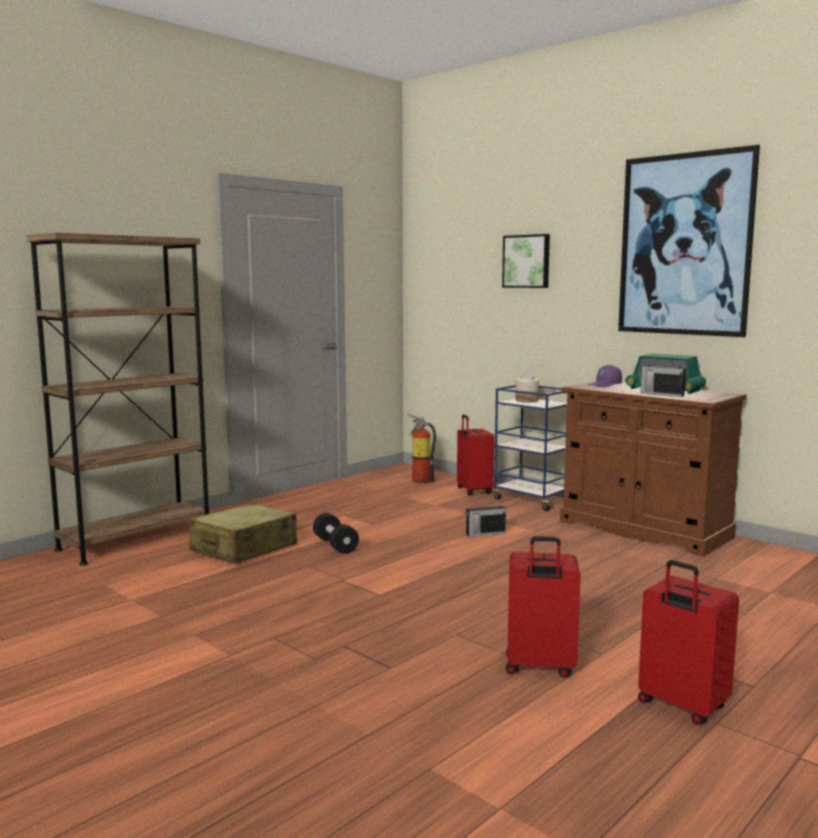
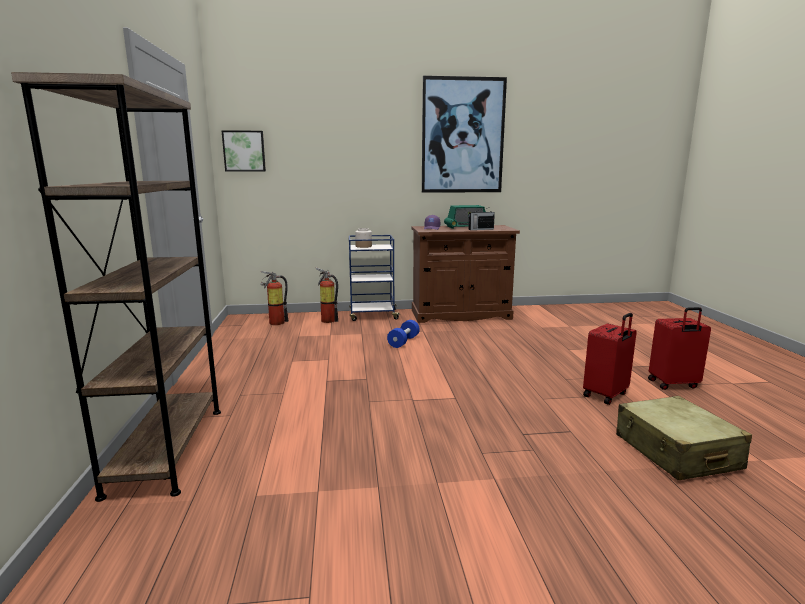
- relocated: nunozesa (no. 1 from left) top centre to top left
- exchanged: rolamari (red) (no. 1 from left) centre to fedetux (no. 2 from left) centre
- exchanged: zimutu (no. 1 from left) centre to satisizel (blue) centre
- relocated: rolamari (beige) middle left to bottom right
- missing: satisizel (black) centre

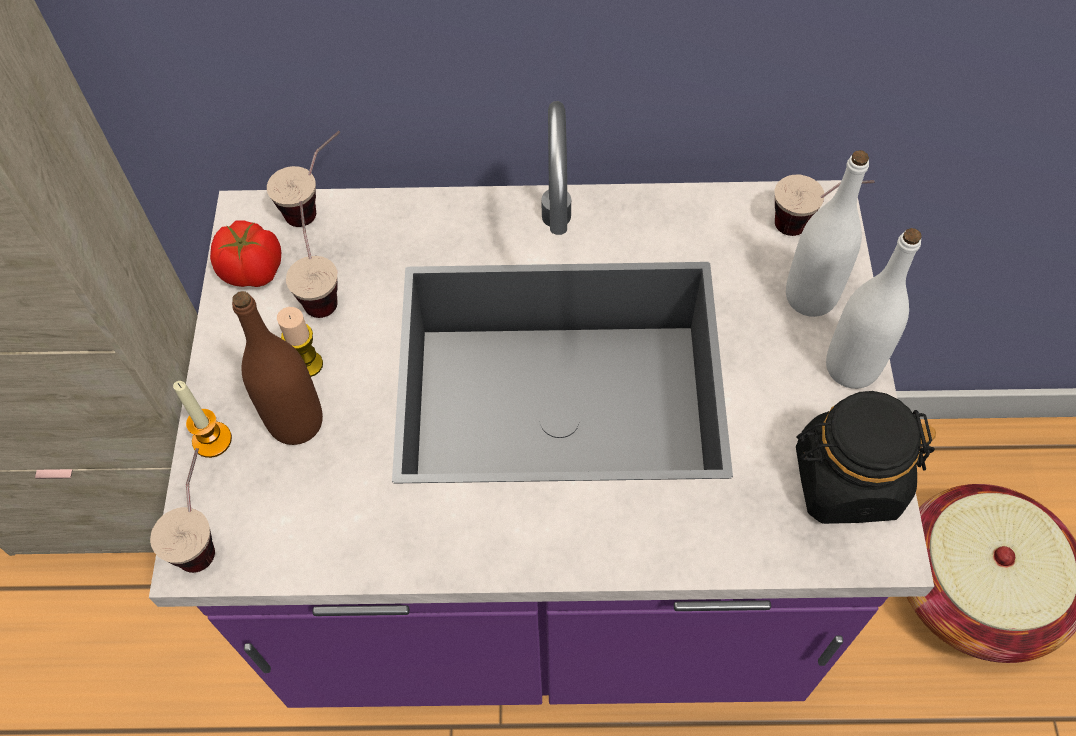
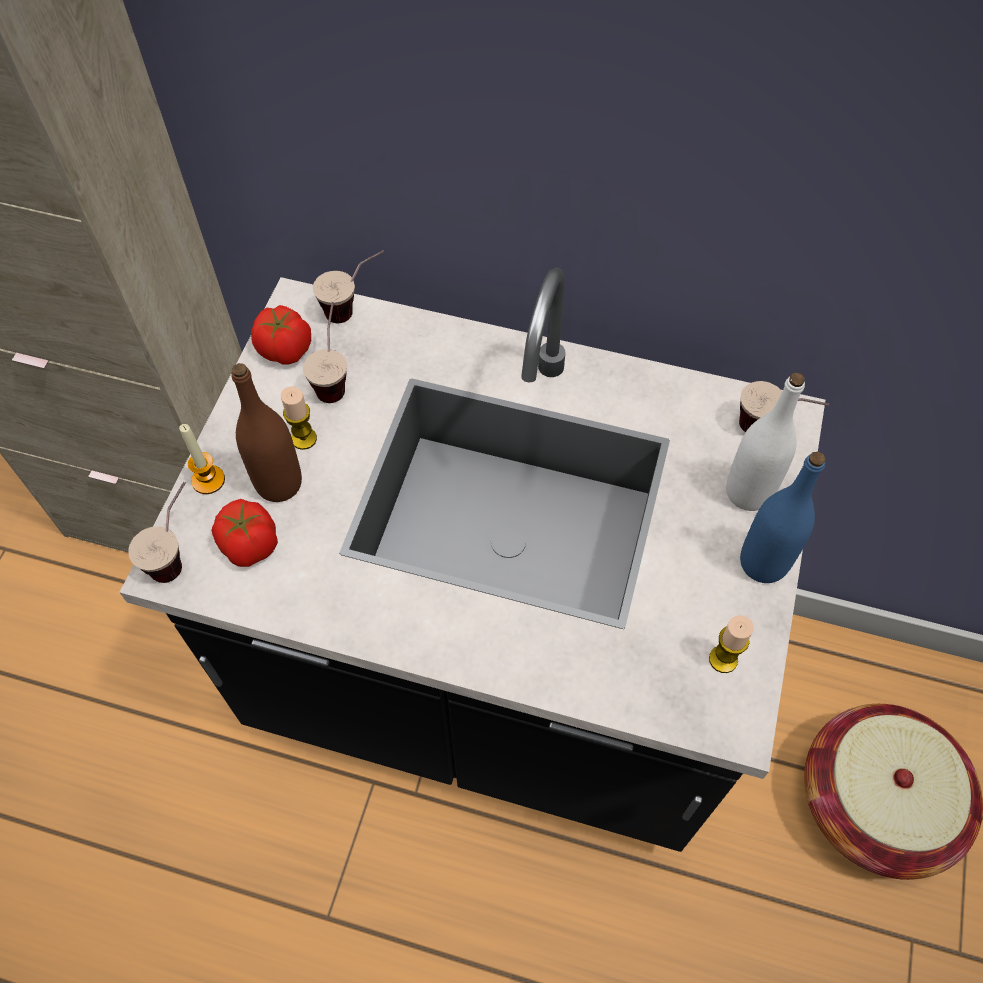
- colour: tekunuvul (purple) centre to tekunuvul (black) centre
- appeared: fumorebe (no. 1 from left) middle left
- exchanged: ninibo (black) middle right to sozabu (no. 3 from left) middle right
- colour: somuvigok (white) (no. 2 from left) middle right to somuvigok (blue) middle right

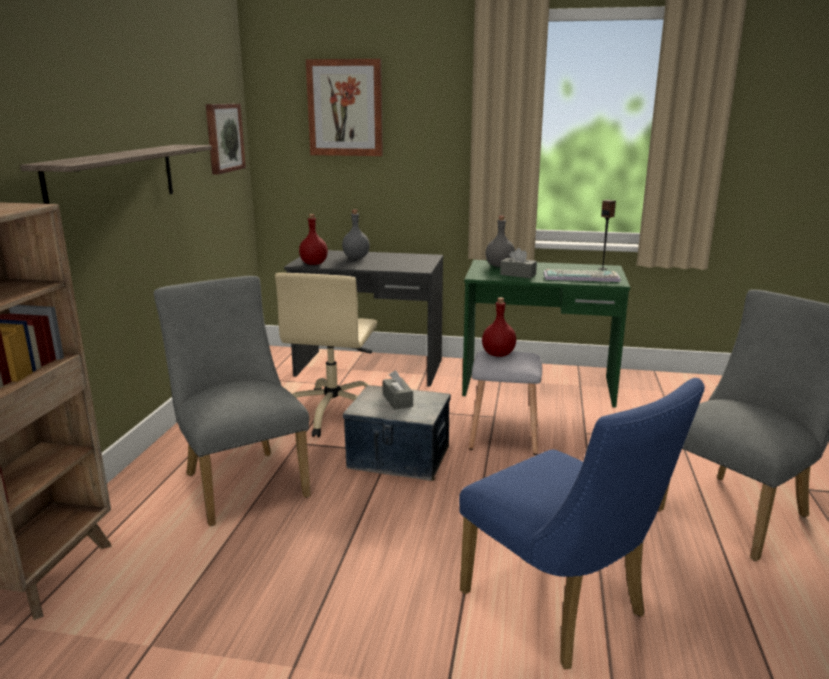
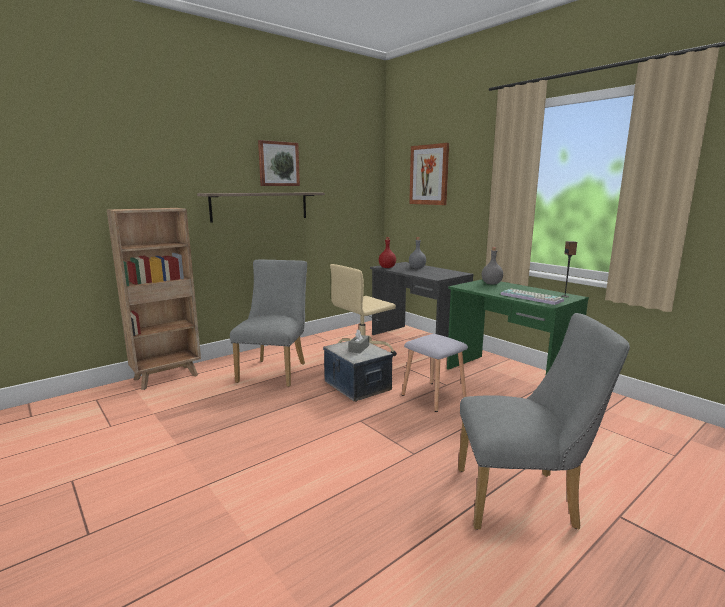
- relocated: nunozesa (no. 1 from left) top left to top centre
- missing: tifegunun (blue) bottom right
- missing: somuvigok (red) (no. 2 from left) centre
- missing: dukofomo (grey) (no. 2 from left) centre

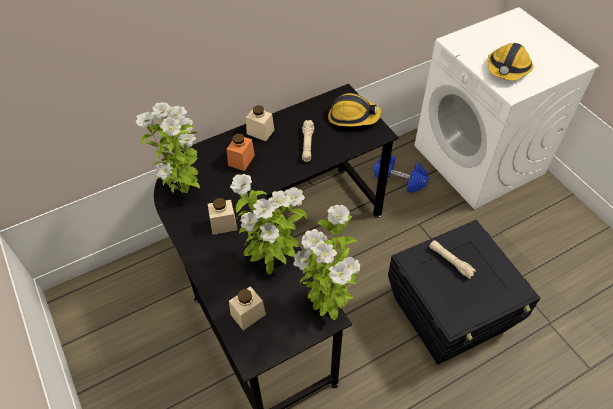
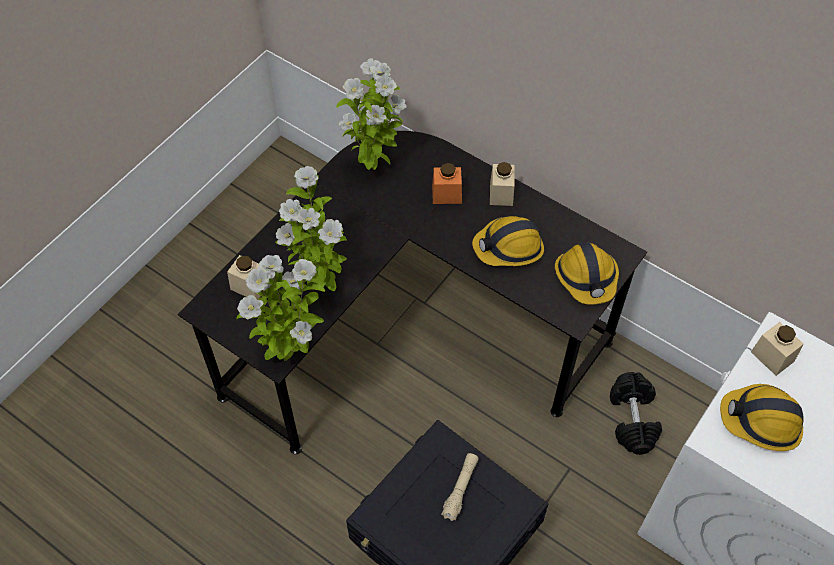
- exchanged: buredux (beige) (no. 1 from left) centre to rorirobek (no. 1 from left) centre
- colour: satisizel (blue) centre to satisizel (black) bottom right
- relocated: ninibo (beige) (no. 1 from left in the first image) centre to ninibo (beige) (no. 3 from left) middle right

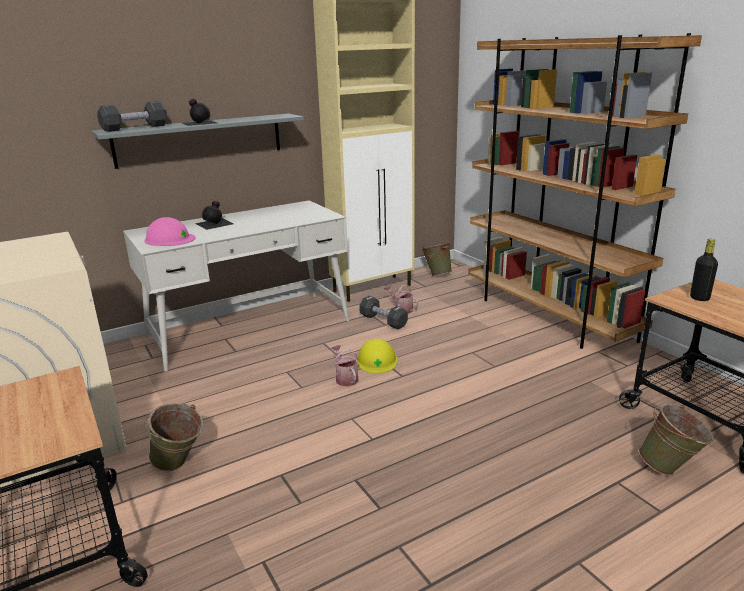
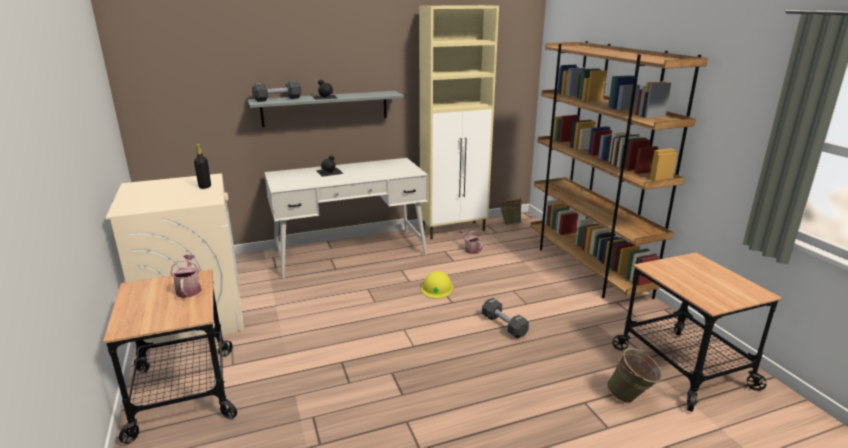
- relocated: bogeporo (no. 1 from left) centre to middle left
- relocated: somuvigok (black) (no. 3 from left in the first image) middle right to somuvigok (black) (no. 1 from left) middle left
- relocated: satisizel (black) (no. 2 from left) centre to bottom centre
- missing: rorirobek (pink) middle left
- missing: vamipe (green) (no. 1 from left) bottom left

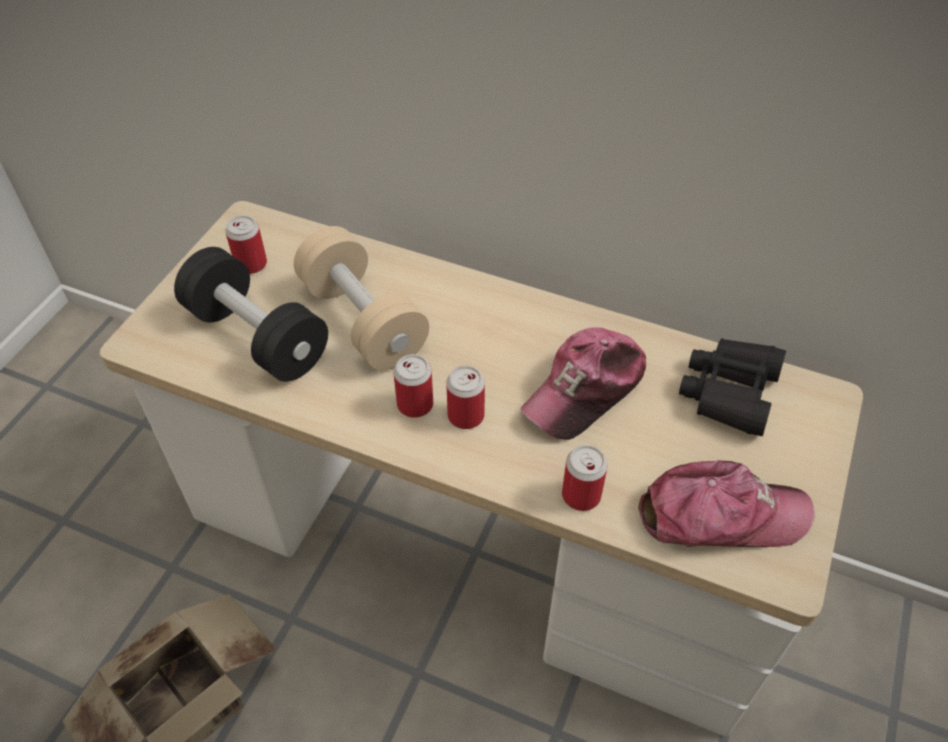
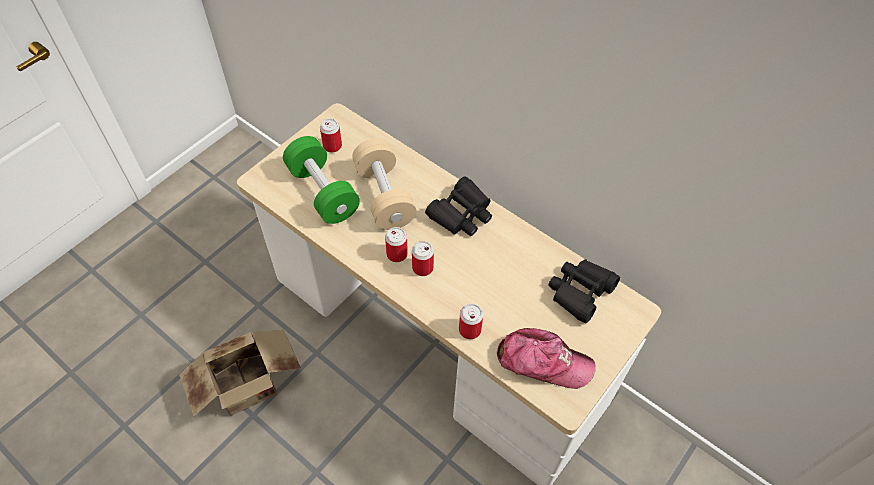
- colour: satisizel (black) middle left to satisizel (green) centre
- appeared: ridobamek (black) (no. 1 from left) centre
- missing: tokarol (no. 1 from left) centre

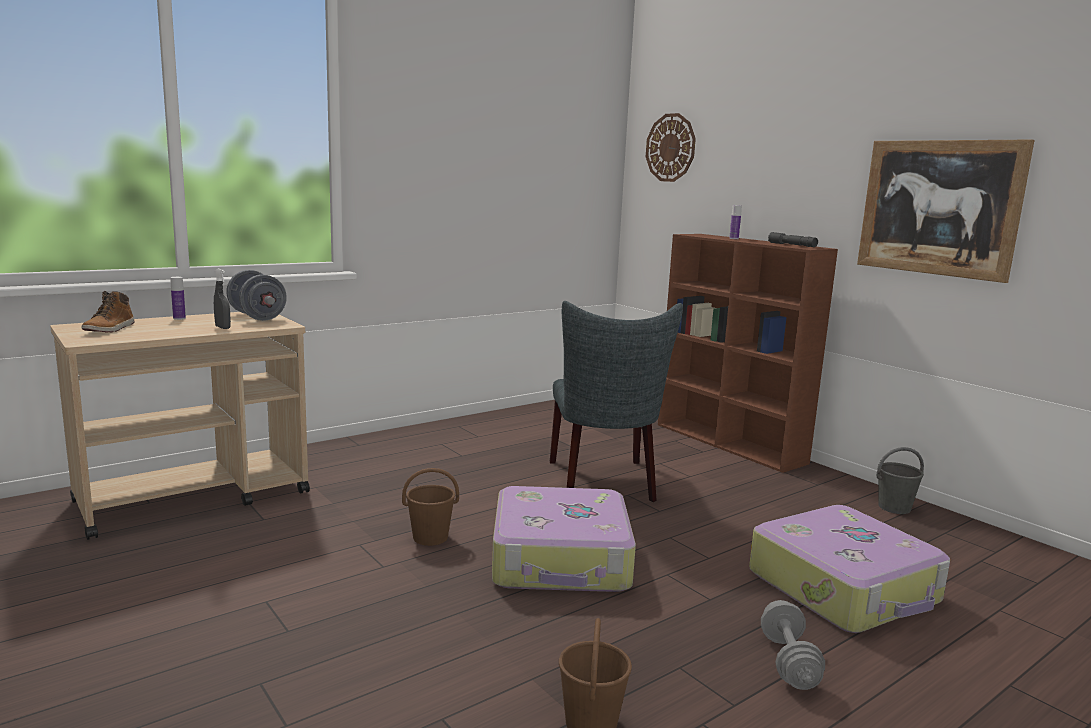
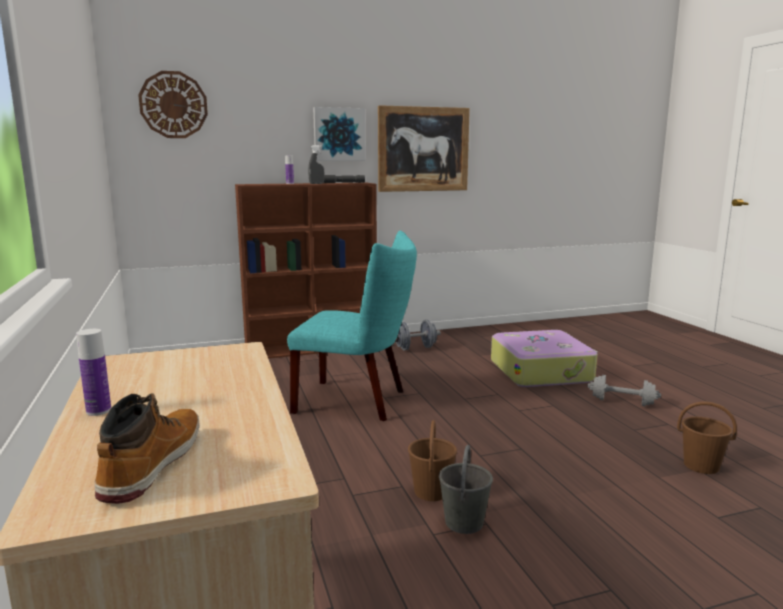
- spun: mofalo middle left = bottom left 105 degrees counterclockwise
- colour: tifegunun (grey) centre to tifegunun (turquoise) centre
- relocated: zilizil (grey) middle left to top centre
- appeared: nunozesa (no. 1 from left) top centre
- relocated: satisizel (grey) (no. 1 from left) middle left to centre
- relocated: vamipe (grey) middle right to bottom centre
- missing: rolamari (no. 1 from left) bottom centre

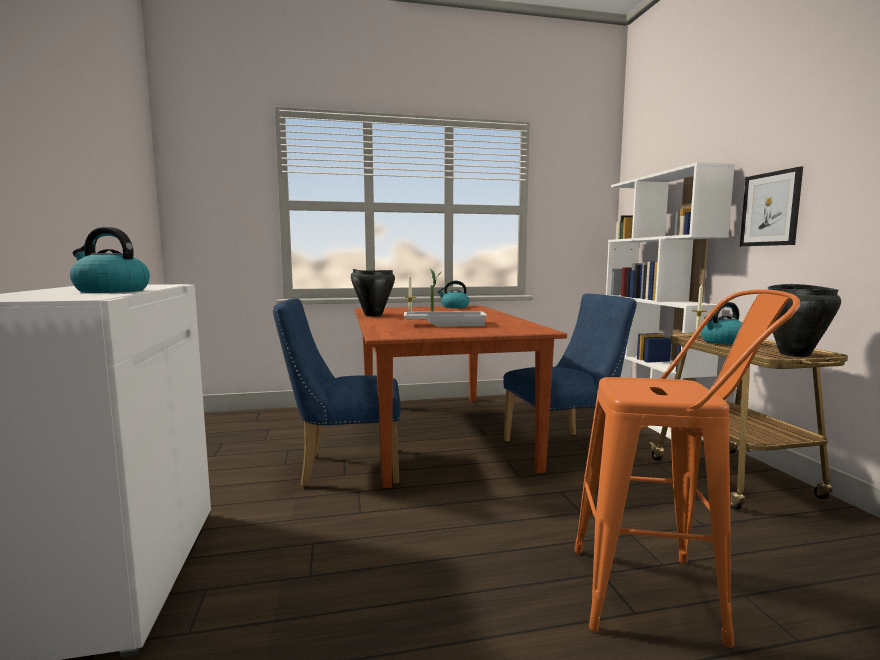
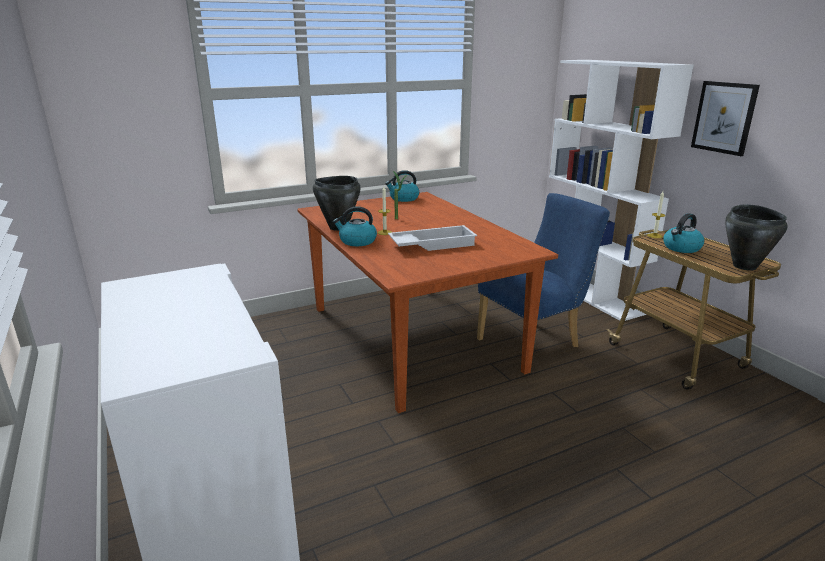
- relocated: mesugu (no. 1 from left) middle left to centre
- missing: tifegunun (blue) (no. 1 from left) centre
- missing: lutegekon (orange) bottom right

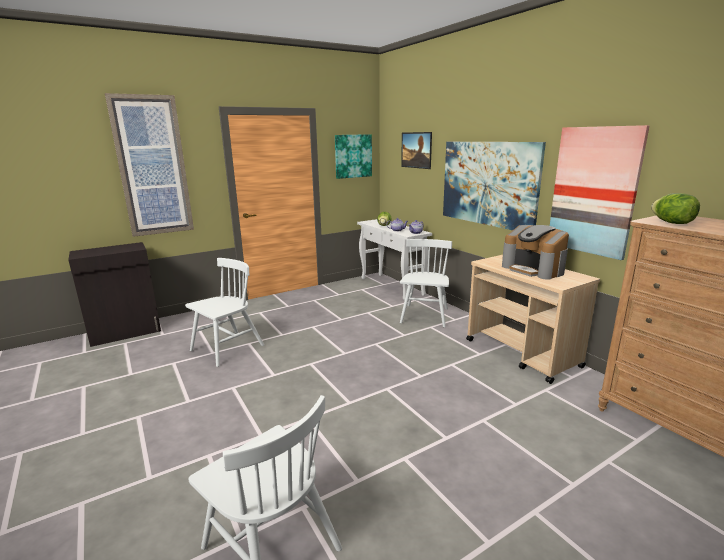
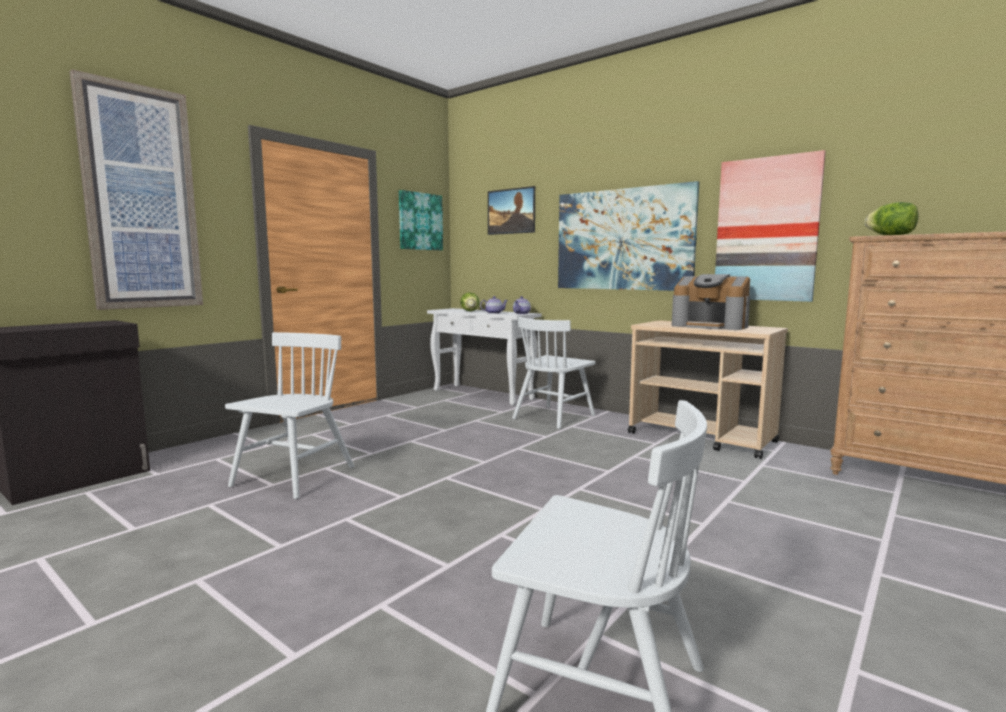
- spun: tifegunun (white) (no. 3 from left in the first image) centre = centre 135 degrees counterclockwise

